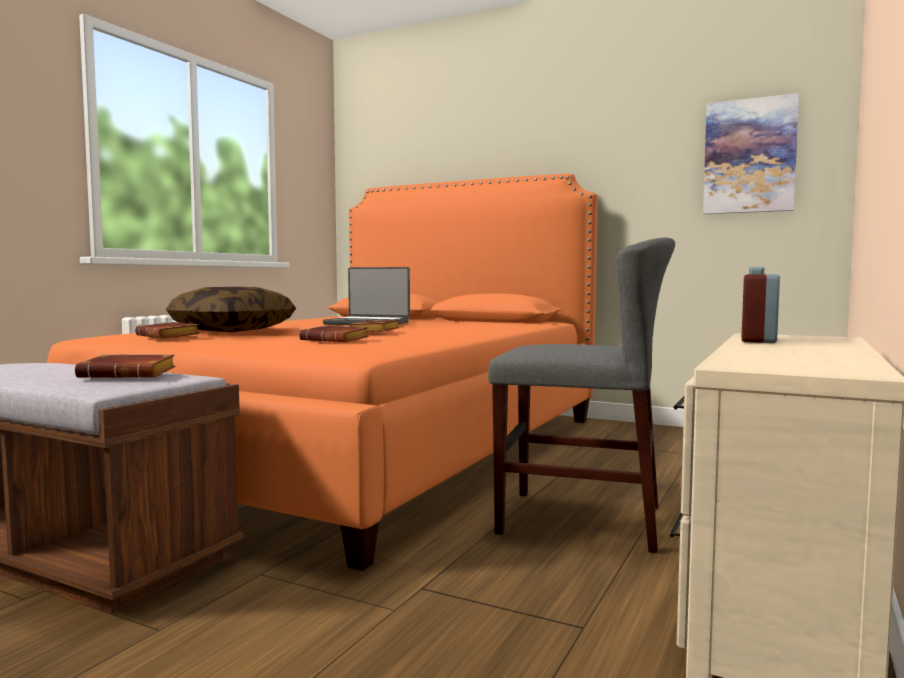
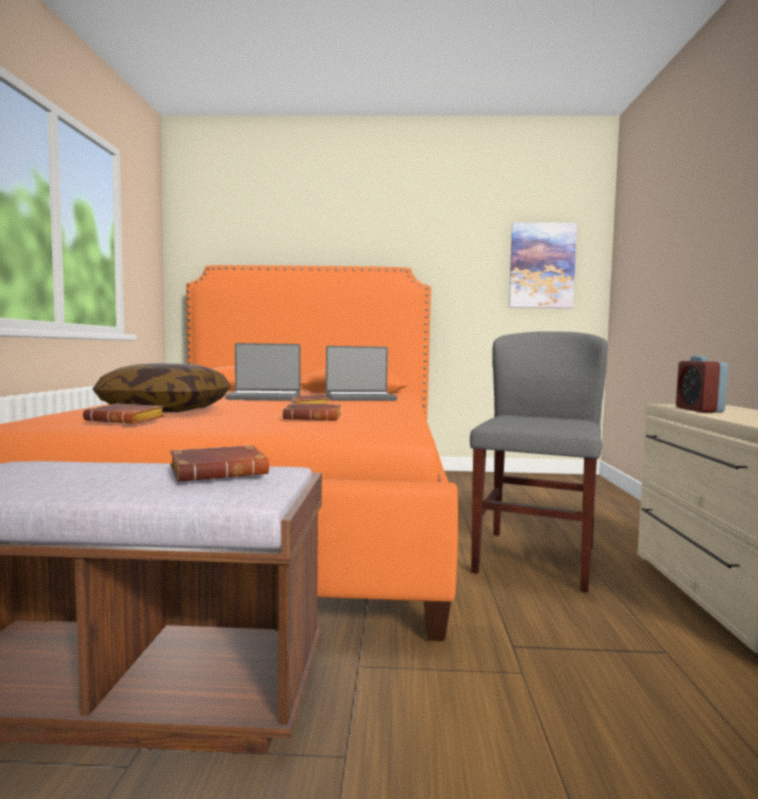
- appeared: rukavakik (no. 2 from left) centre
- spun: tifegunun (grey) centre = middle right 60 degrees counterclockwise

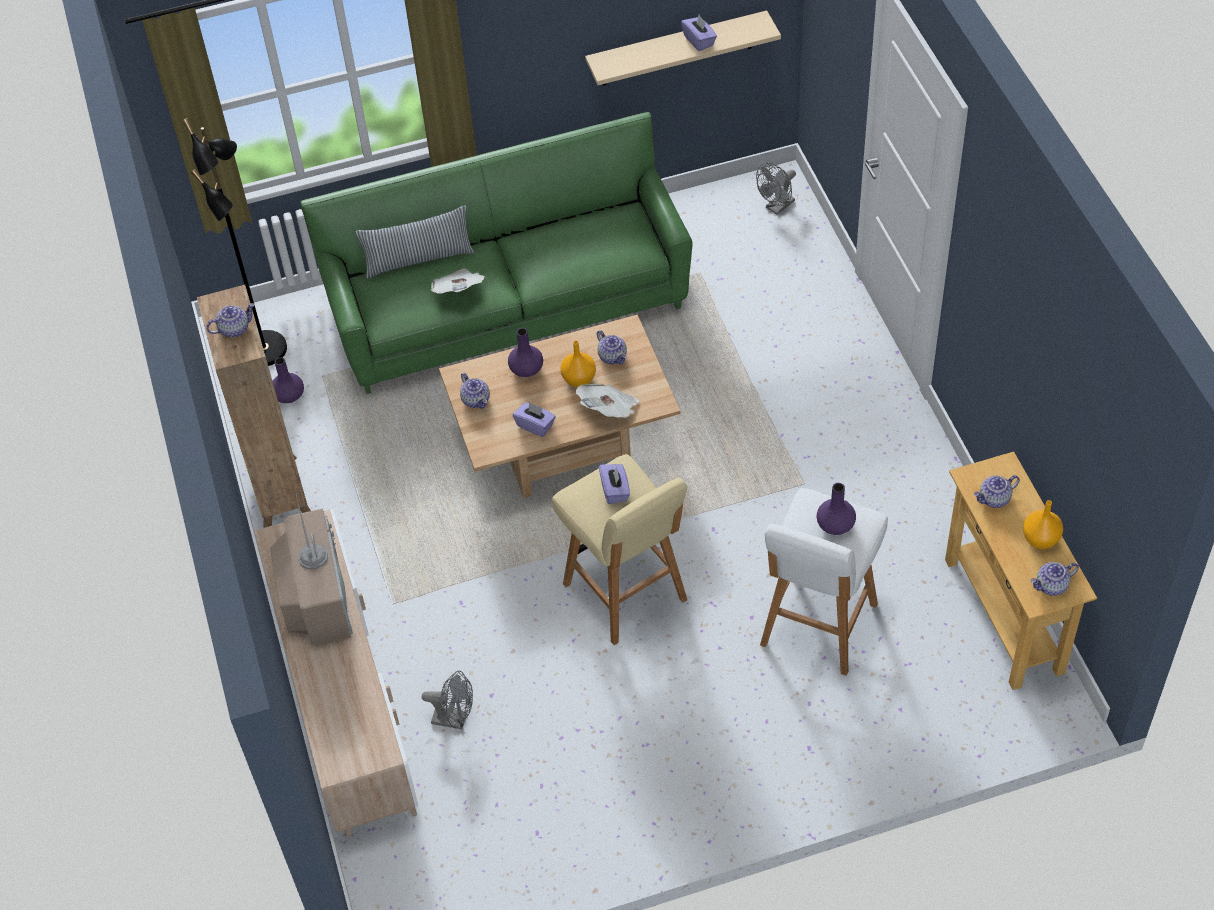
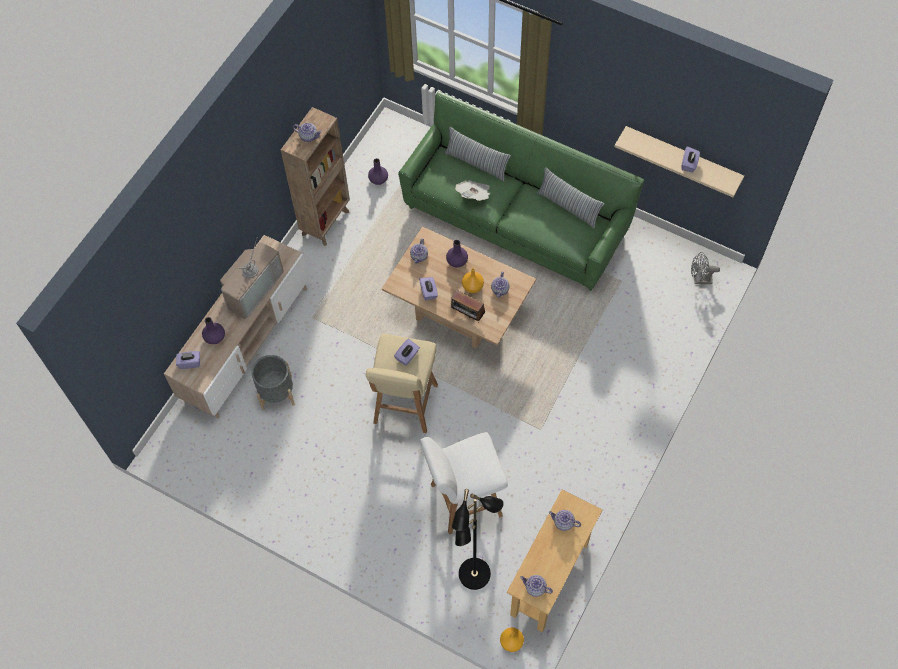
- appeared: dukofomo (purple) (no. 1 from left) middle left
- relocated: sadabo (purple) (no. 3 from left in the first image) middle right to sadabo (purple) (no. 1 from left) middle left
- exchanged: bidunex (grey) (no. 1 from left) bottom centre to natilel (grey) middle left
- exchanged: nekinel (no. 2 from left) centre to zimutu centre
- relocated: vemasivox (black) top left to bottom centre
- relocated: sadabo (orange) (no. 2 from left) middle right to bottom centre
- appeared: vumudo (no. 2 from left) top centre

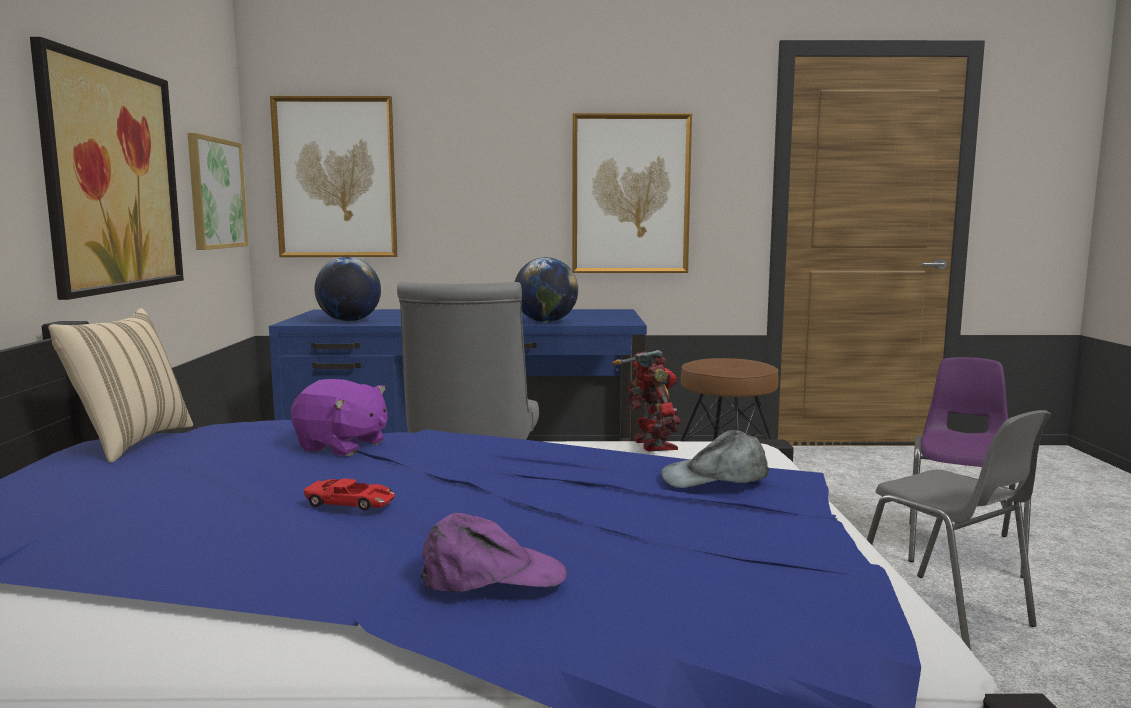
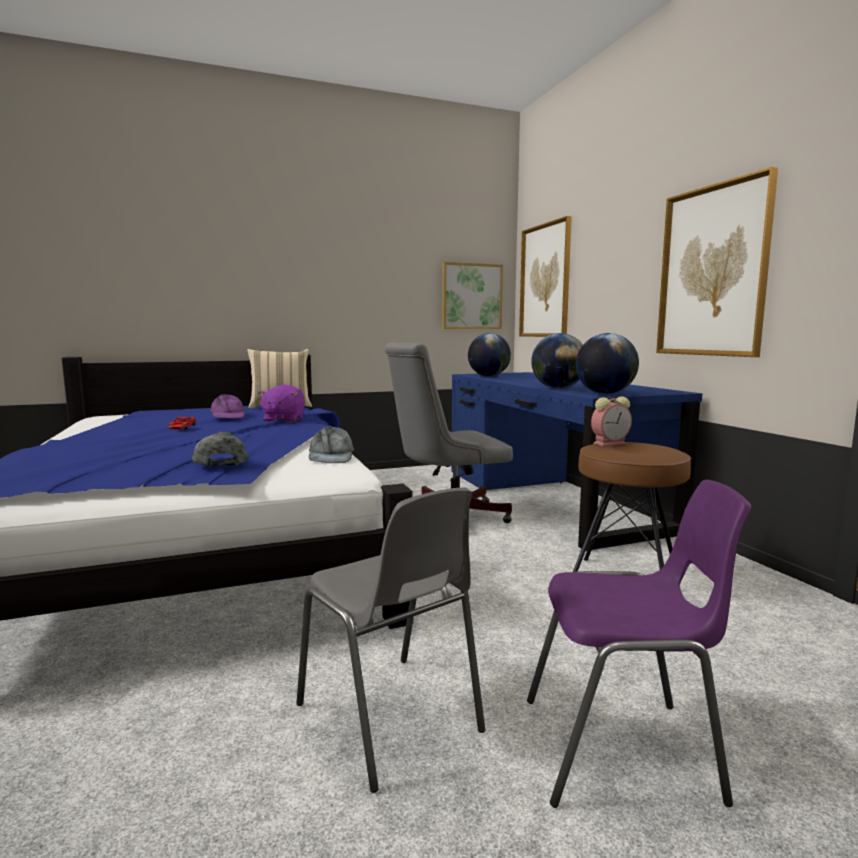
- relocated: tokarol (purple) bottom centre to middle left
- spun: tifegunun (grey) bottom right = bottom centre 75 degrees counterclockwise
- exchanged: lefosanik centre to tokarol (grey) (no. 2 from left) centre
- appeared: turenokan (no. 3 from left) middle right
- appeared: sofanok middle right
- missing: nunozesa (no. 1 from left) top left

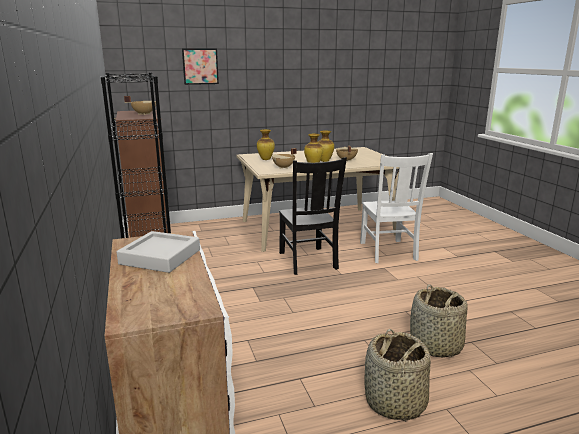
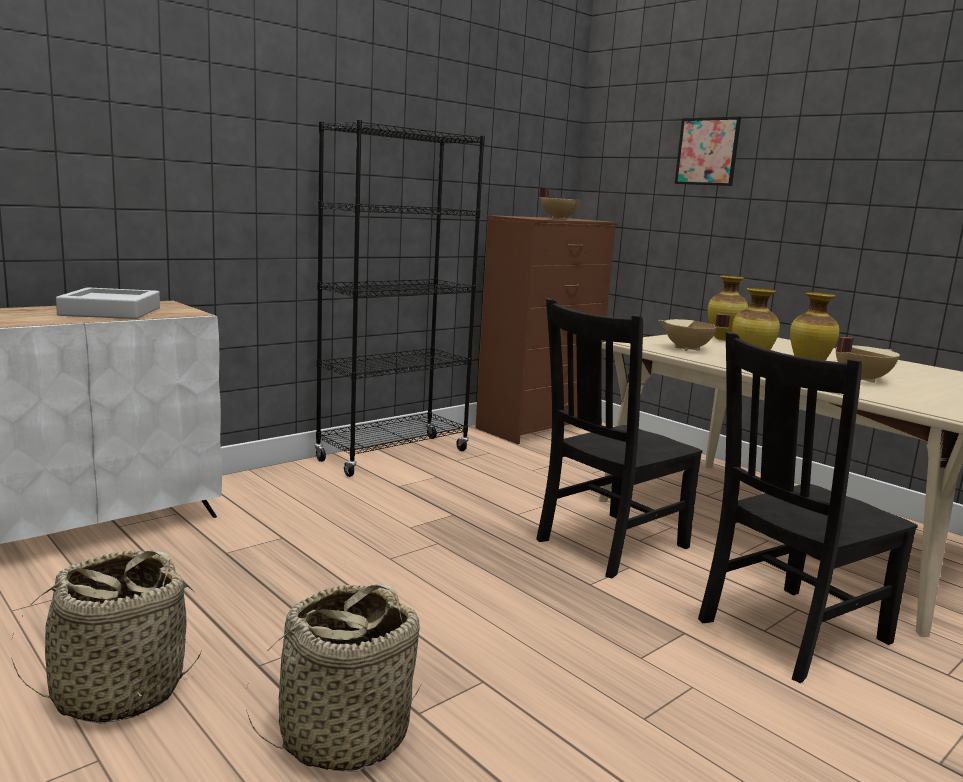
- colour: tifegunun (white) middle right to tifegunun (black) (no. 2 from left) middle right

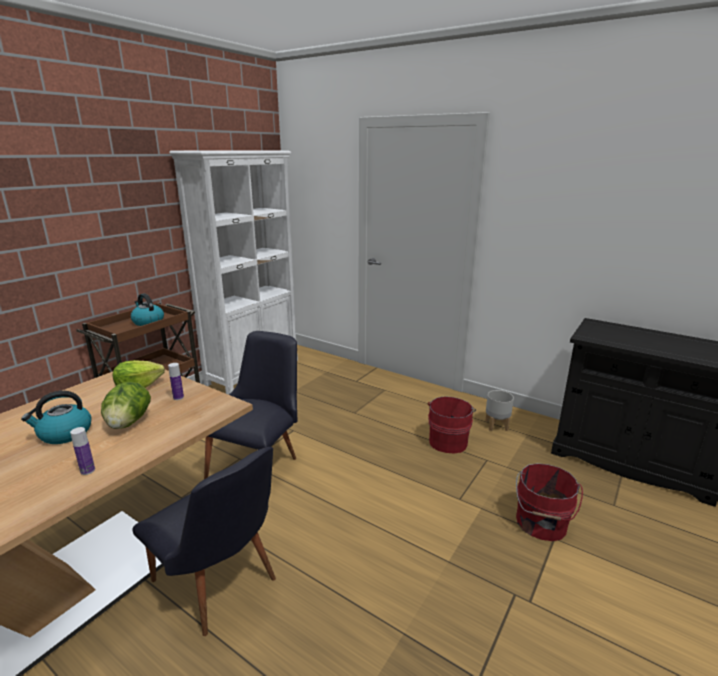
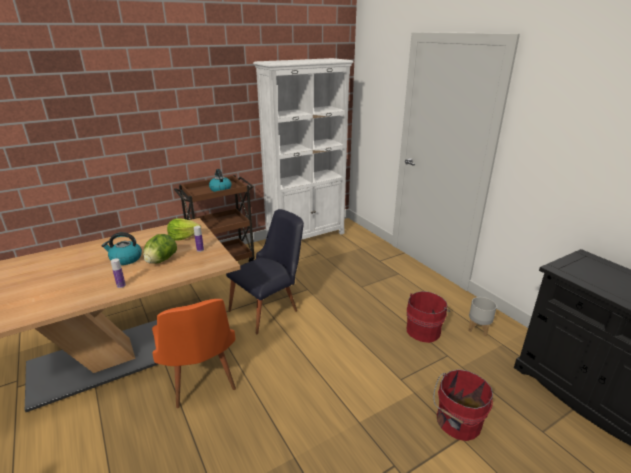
- colour: tifegunun (black) (no. 1 from left) bottom left to tifegunun (orange) bottom left

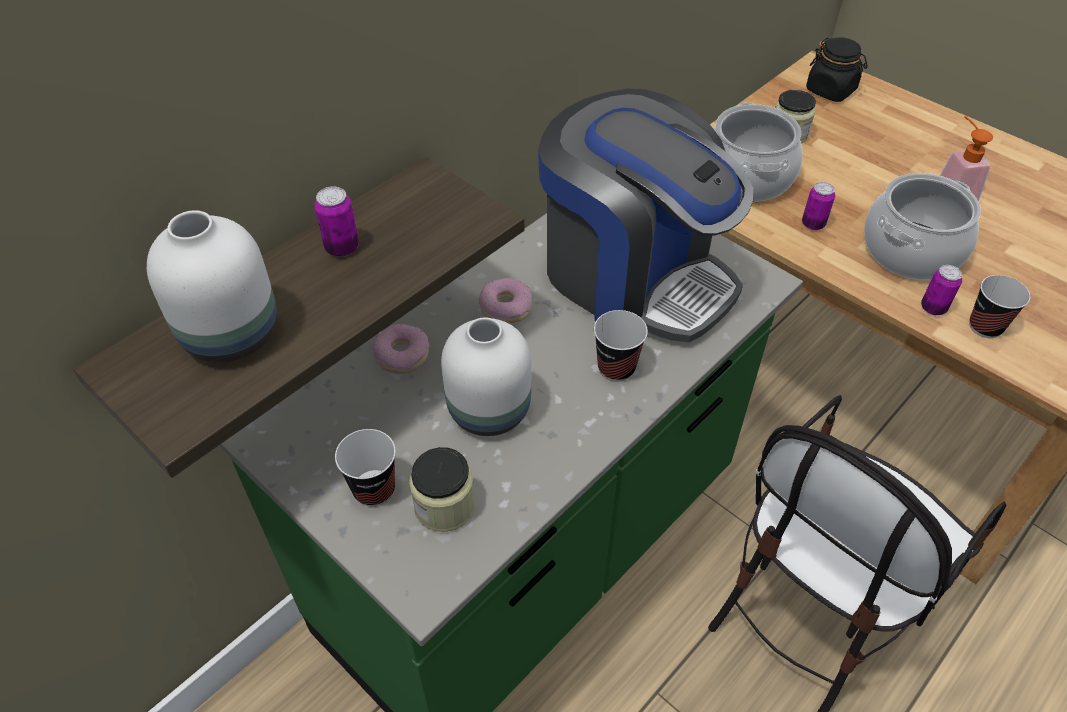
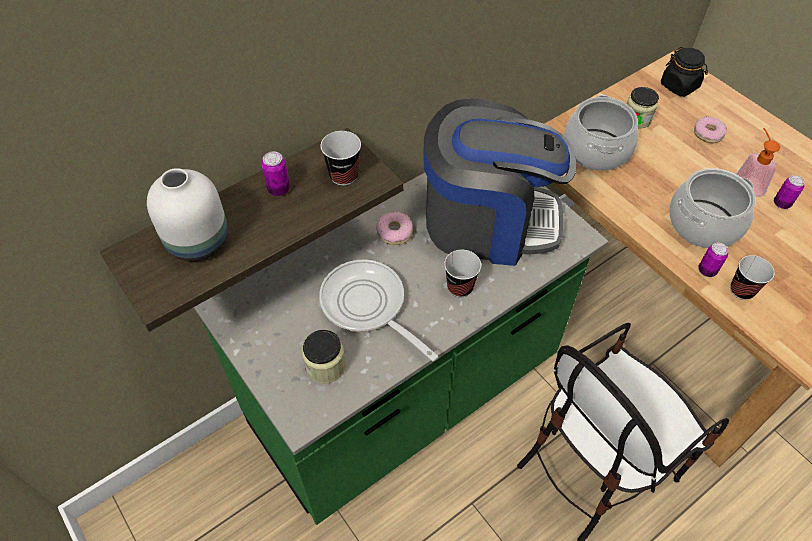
- exchanged: sadabo (white) (no. 2 from left) centre to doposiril centre
- relocated: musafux (no. 1 from left) centre to top centre
- spun: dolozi top centre = centre 45 degrees counterclockwise
- relocated: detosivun (no. 1 from left in the first image) centre to detosivun (no. 2 from left) top right
- relocated: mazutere (no. 2 from left in the first image) top right to mazutere (no. 3 from left) middle right

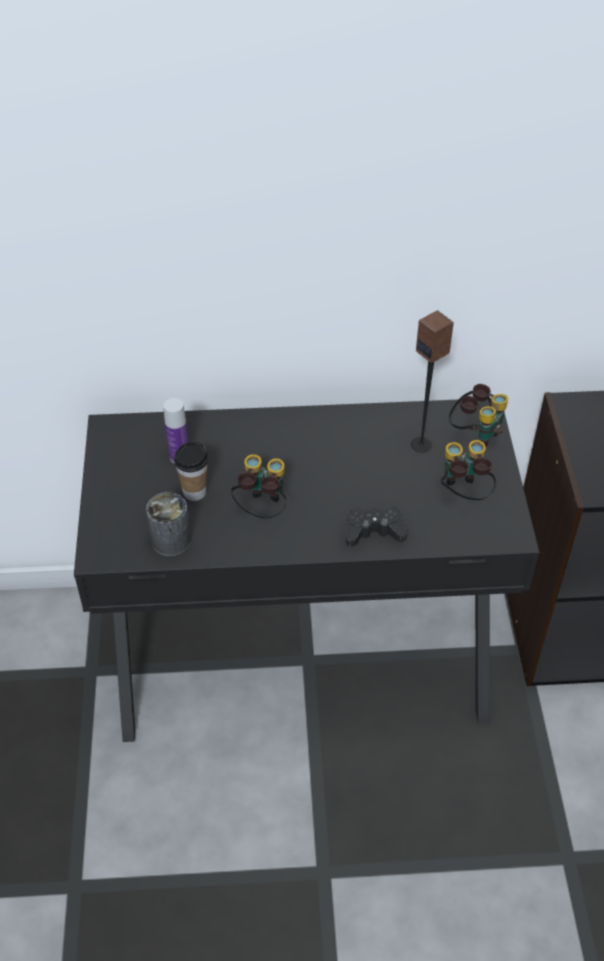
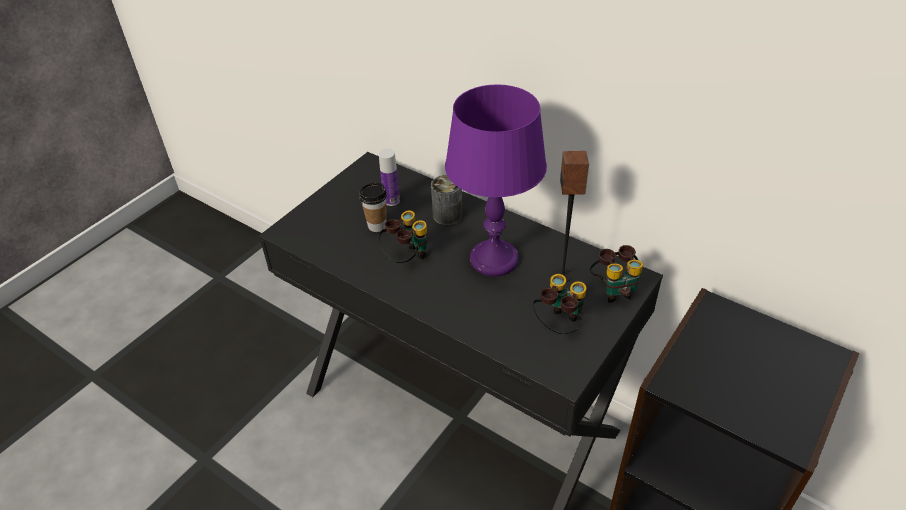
- relocated: mazutere middle left to centre
- appeared: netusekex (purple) centre
- missing: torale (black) centre

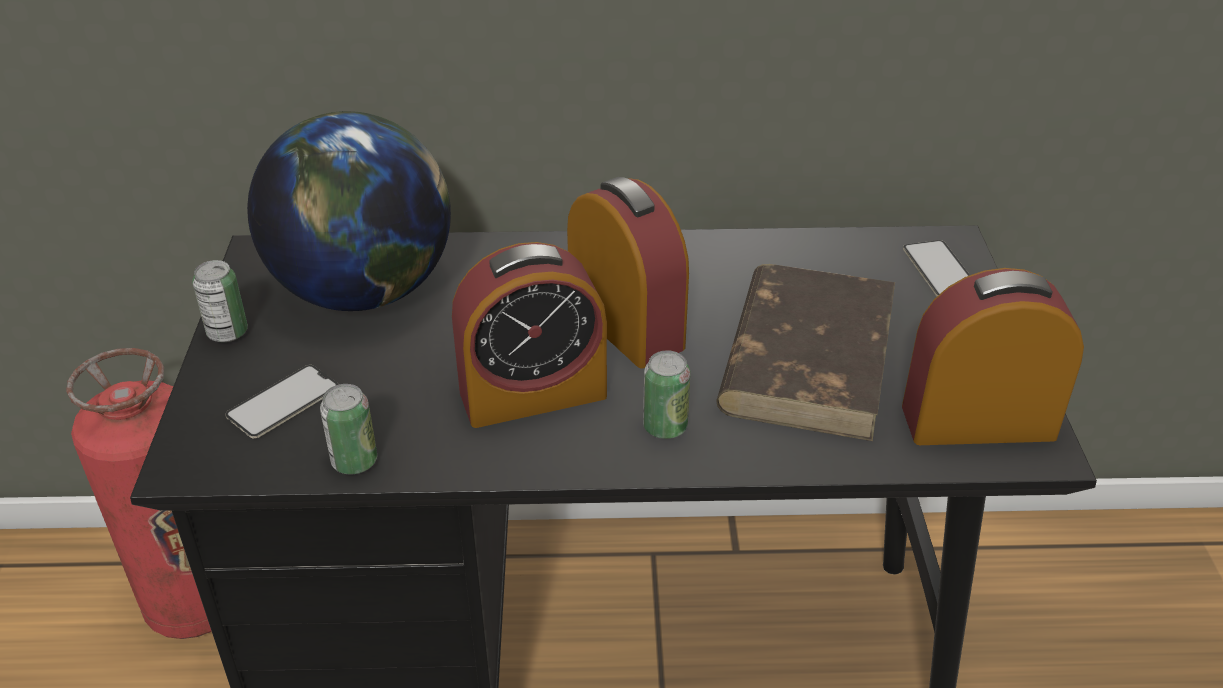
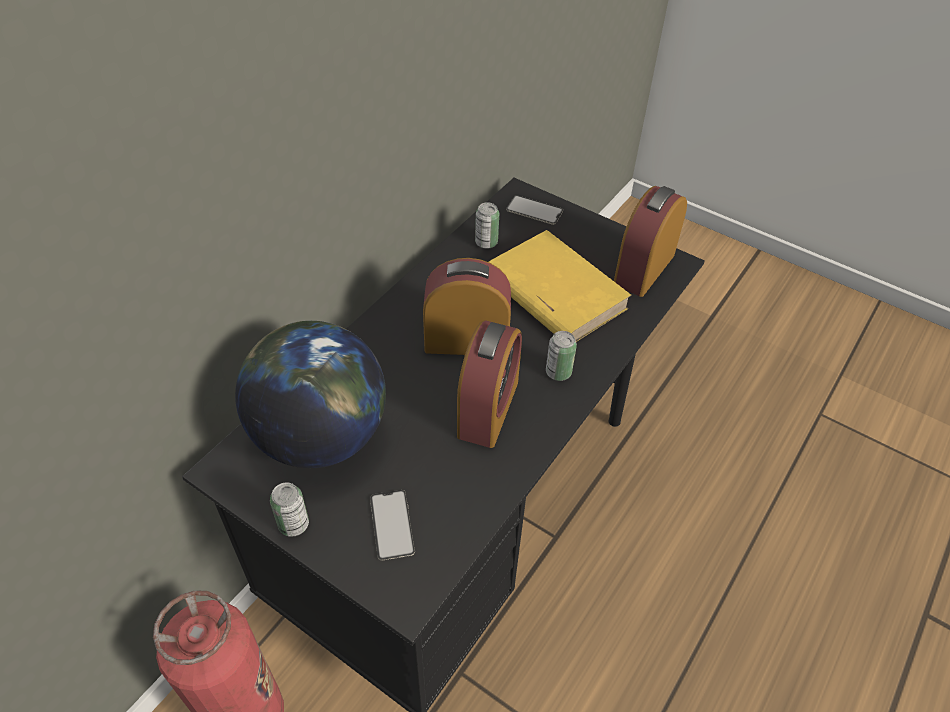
- relocated: mazutere (no. 2 from left) middle left to top centre
- colour: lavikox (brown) centre to lavikox (yellow) centre

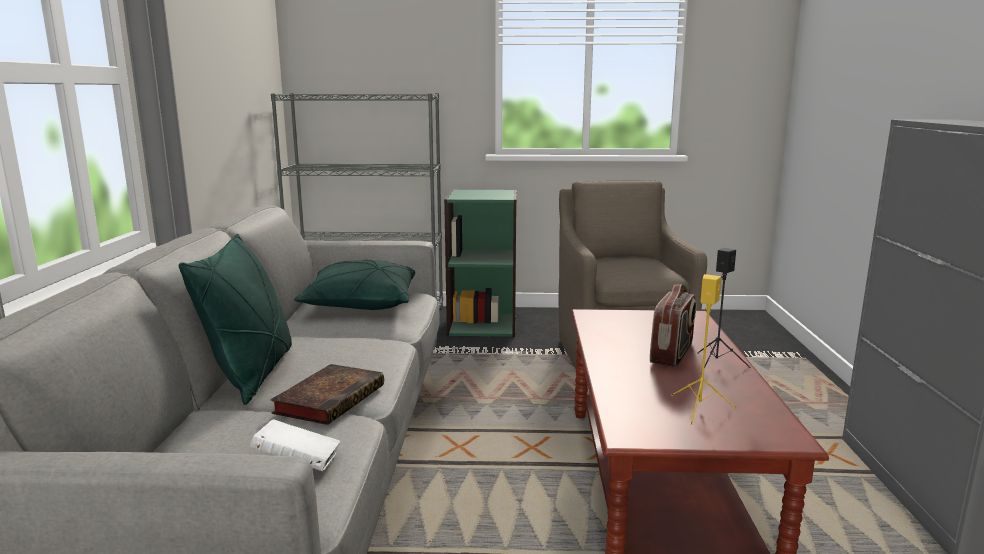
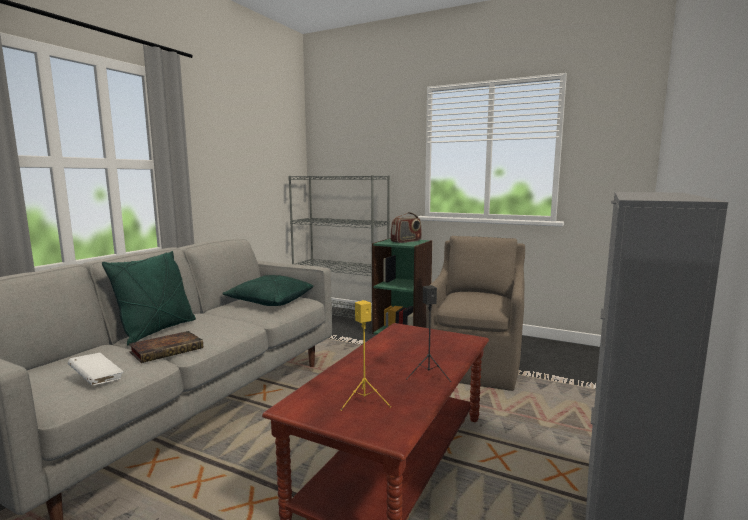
- relocated: zimutu middle right to centre

